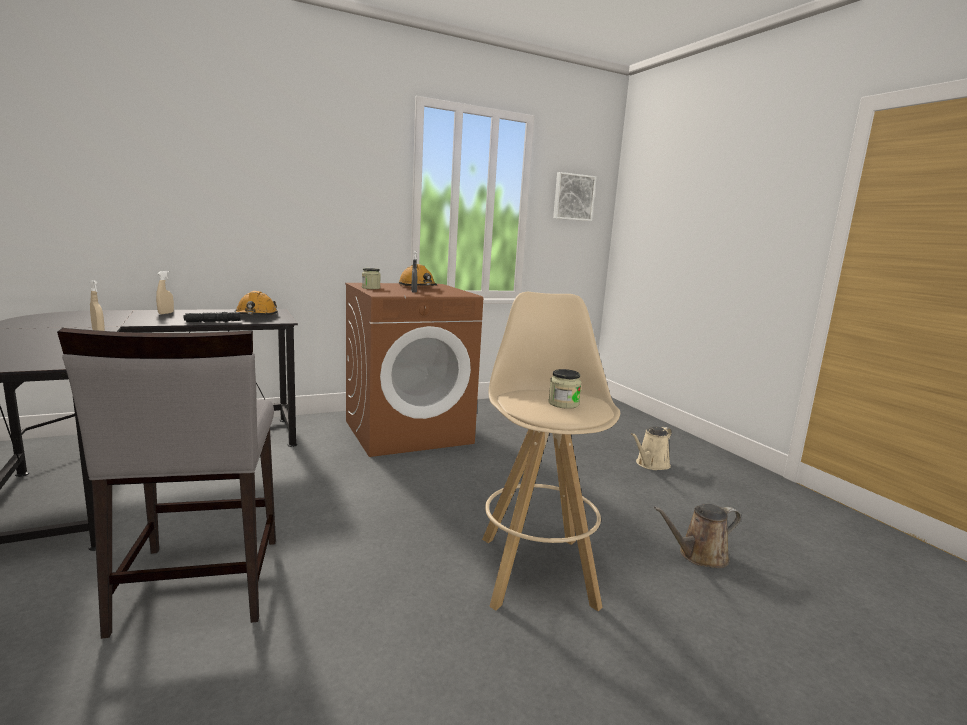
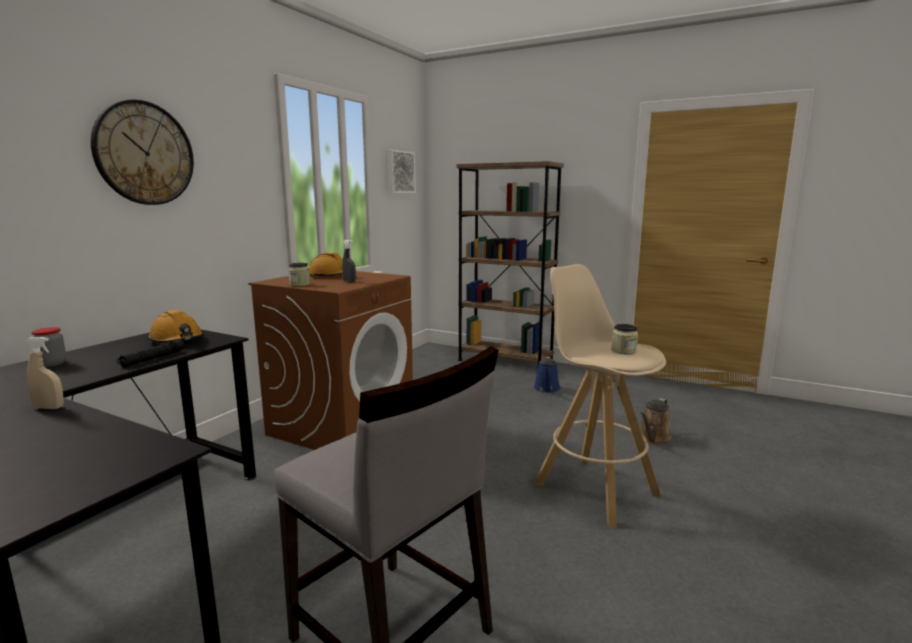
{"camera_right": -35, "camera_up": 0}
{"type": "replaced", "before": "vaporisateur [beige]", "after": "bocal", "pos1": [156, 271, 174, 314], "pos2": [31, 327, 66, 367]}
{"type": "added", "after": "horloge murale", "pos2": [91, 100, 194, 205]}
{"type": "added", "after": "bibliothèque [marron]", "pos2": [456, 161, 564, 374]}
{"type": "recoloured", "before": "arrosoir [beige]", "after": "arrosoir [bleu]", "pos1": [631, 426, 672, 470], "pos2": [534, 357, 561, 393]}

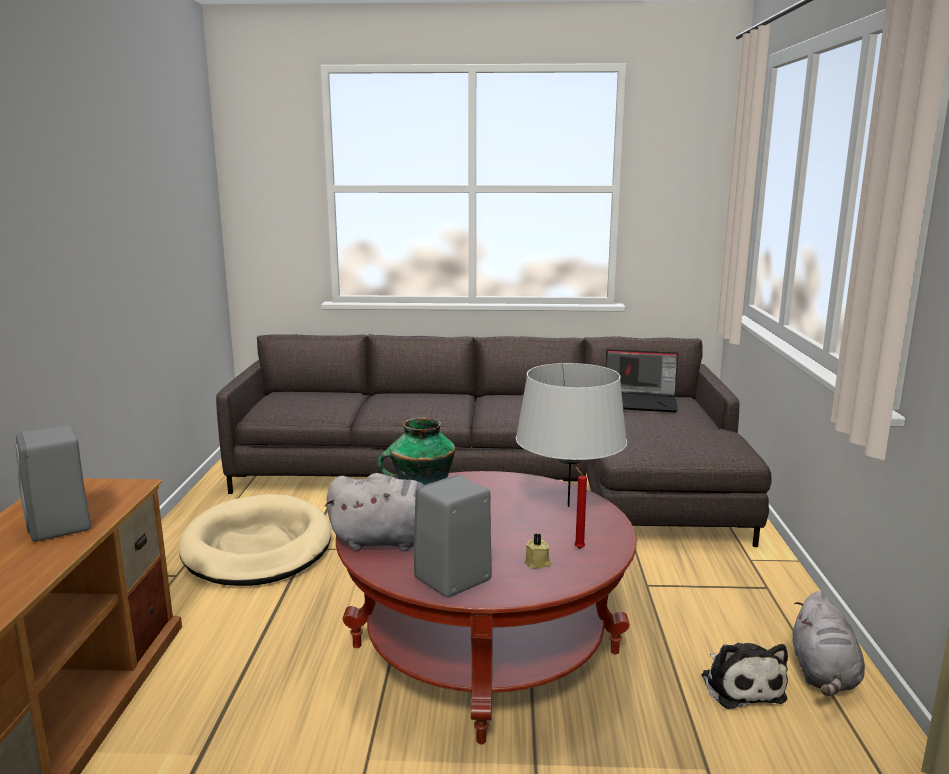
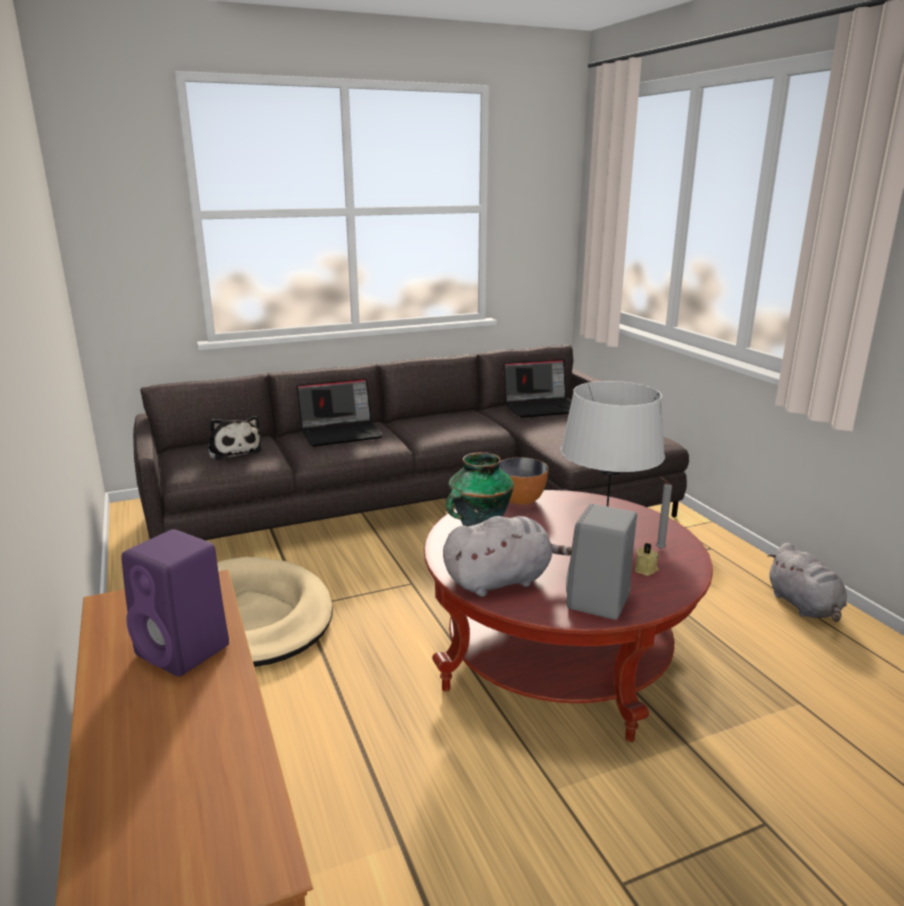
{"camera_right": -25, "camera_up": 5}
{"type": "recoloured", "before": "enceinte [gris]", "after": "enceinte [violet]", "pos1": [16, 425, 91, 542], "pos2": [121, 529, 229, 677]}
{"type": "moved", "before": "peluche", "pos1": [701, 643, 788, 709], "pos2": [207, 416, 262, 461]}
{"type": "added", "after": "ordinateur portable", "pos2": [296, 378, 383, 447]}
{"type": "added", "after": "bol", "pos2": [499, 457, 548, 505]}
{"type": "recoloured", "before": "bougie [rouge]", "after": "bougie [gris]", "pos1": [574, 467, 587, 549], "pos2": [656, 477, 672, 549]}

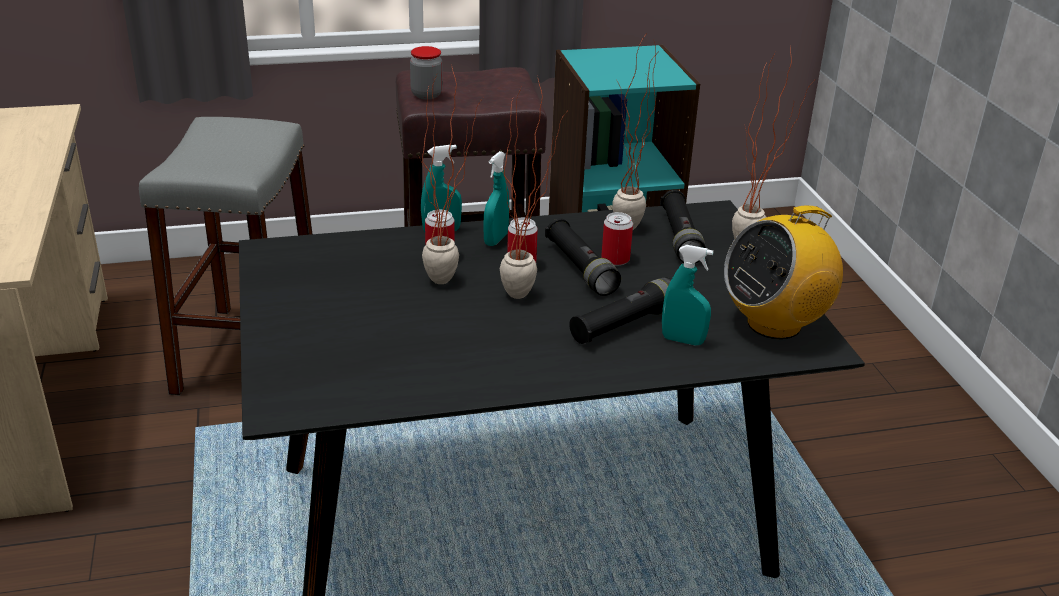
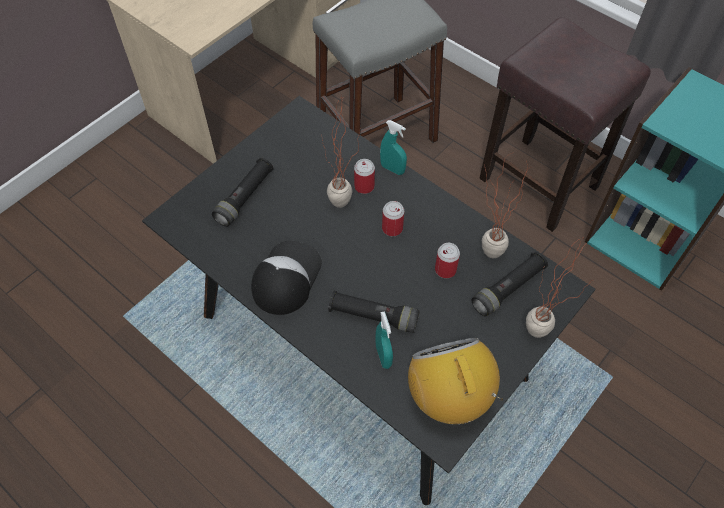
{"camera_right": 55, "camera_up": 25}
{"type": "moved", "before": "lampe de poche [noir]", "pos1": [545, 218, 621, 296], "pos2": [212, 158, 273, 227]}
{"type": "added", "after": "casquette", "pos2": [251, 241, 322, 315]}
{"type": "turned", "before": "radio", "pos1": [724, 205, 843, 339], "pos2": [408, 338, 503, 424], "turn": 45}
{"type": "removed", "before": "bocal", "pos1": [410, 46, 443, 99]}
{"type": "removed", "before": "vaporisateur [turquoise]", "pos1": [483, 151, 509, 246]}
{"type": "removed", "before": "plante en pot", "pos1": [500, 80, 567, 299]}

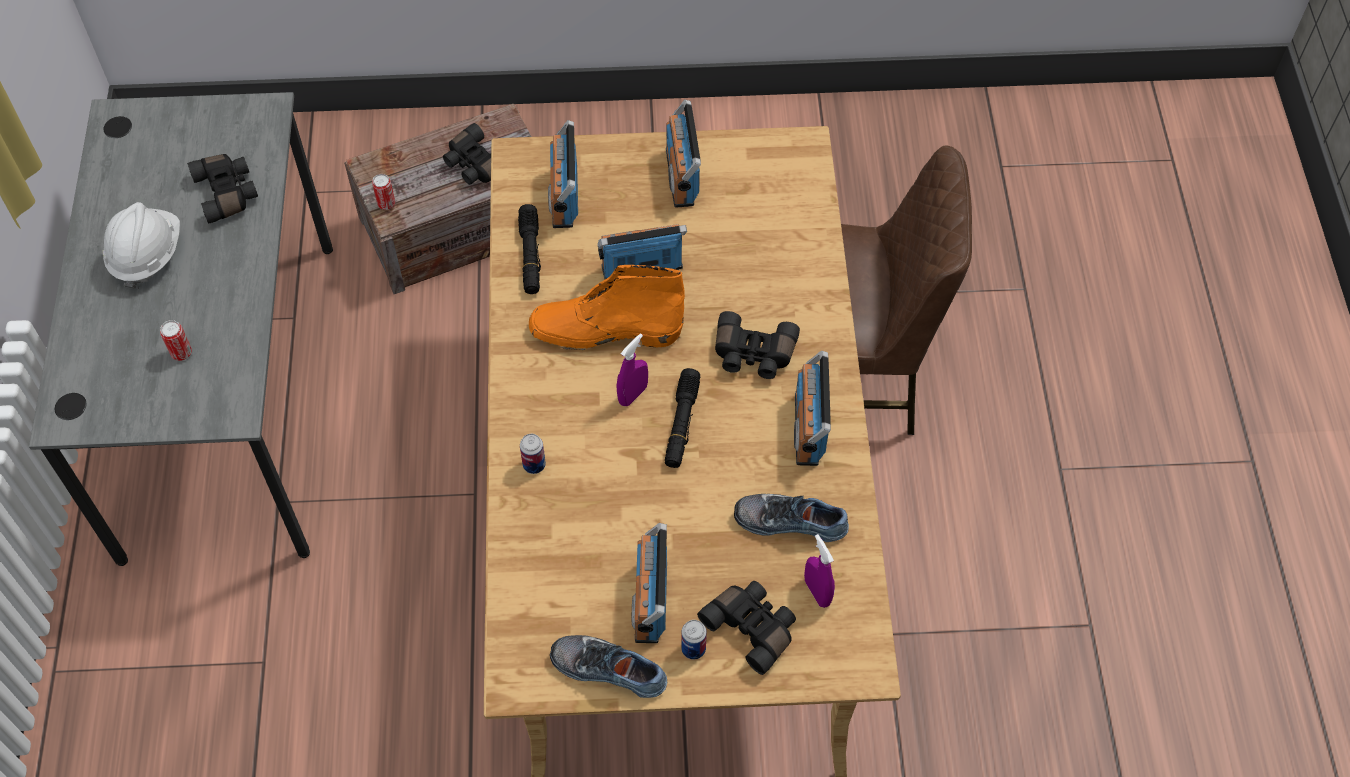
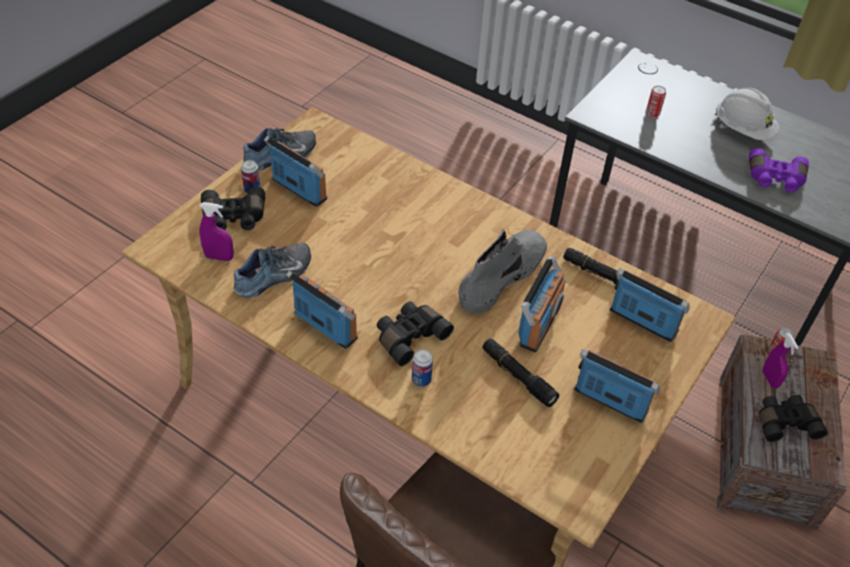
{"camera_right": 125, "camera_up": -10}
{"type": "moved", "before": "boîte métallique", "pos1": [520, 434, 546, 474], "pos2": [412, 349, 433, 387]}
{"type": "recoloured", "before": "botte [orange]", "after": "botte [gris]", "pos1": [529, 265, 685, 350], "pos2": [459, 229, 547, 314]}
{"type": "moved", "before": "lampe de poche [noir]", "pos1": [665, 368, 700, 468], "pos2": [483, 338, 559, 407]}
{"type": "recoloured", "before": "jumelles [noir]", "after": "jumelles [violet]", "pos1": [187, 154, 258, 224], "pos2": [749, 148, 809, 193]}
{"type": "moved", "before": "vaporisateur [violet]", "pos1": [617, 334, 648, 406], "pos2": [763, 333, 798, 389]}

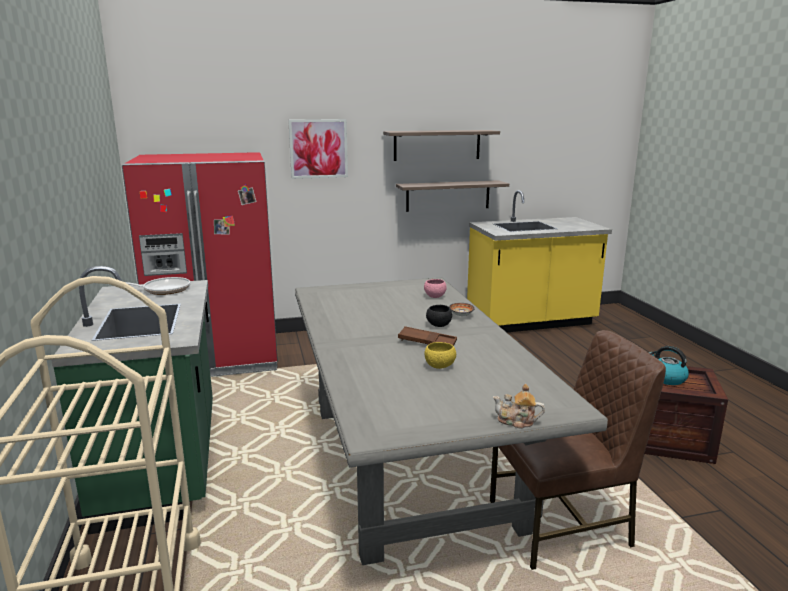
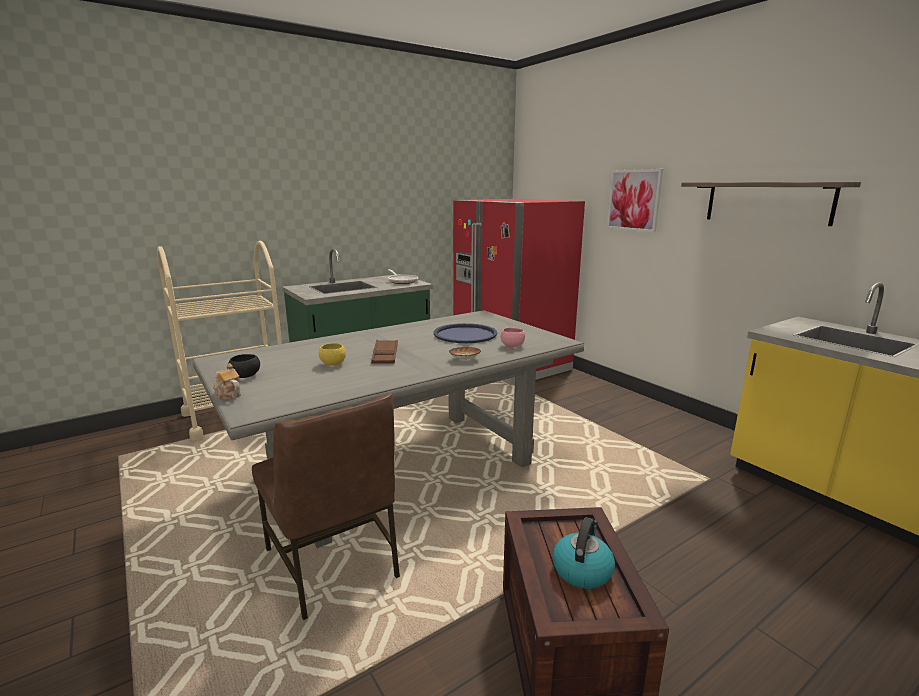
{"camera_right": 70, "camera_up": 0}
{"type": "turned", "before": "théière", "pos1": [493, 384, 545, 429], "pos2": [213, 363, 241, 399], "turn": -45}
{"type": "moved", "before": "bol [noir]", "pos1": [426, 305, 452, 327], "pos2": [228, 354, 260, 378]}
{"type": "added", "after": "plateau [bleu]", "pos2": [434, 323, 497, 343]}
{"type": "removed", "before": "étagère", "pos1": [396, 180, 509, 212]}

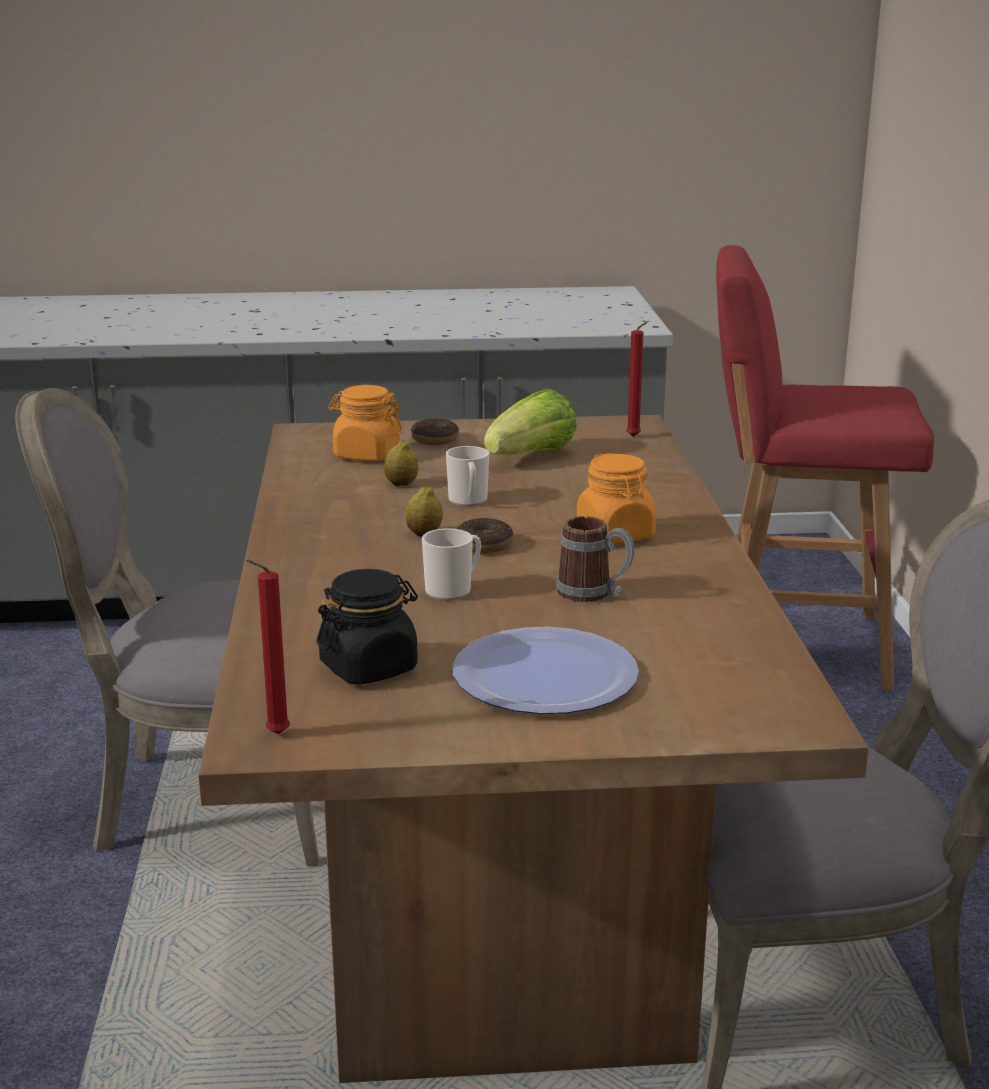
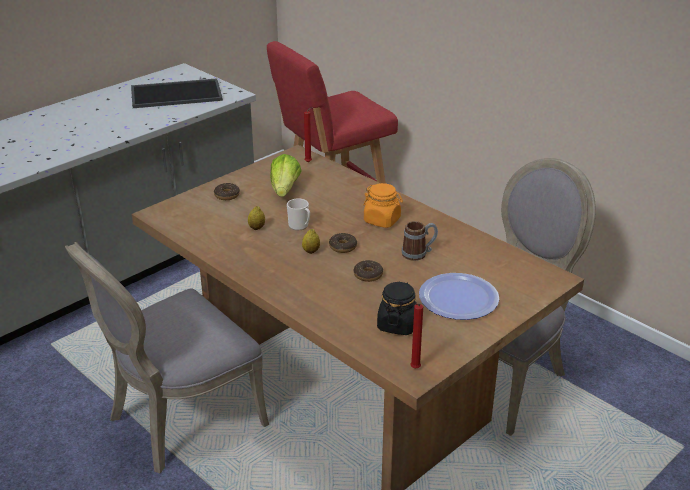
{"camera_right": -40, "camera_up": 10}
{"type": "added", "after": "plateau", "pos2": [131, 78, 223, 108]}
{"type": "replaced", "before": "mug", "after": "beignet", "pos1": [422, 528, 481, 601], "pos2": [354, 260, 383, 282]}
{"type": "removed", "before": "bocal [orange]", "pos1": [328, 385, 403, 461]}

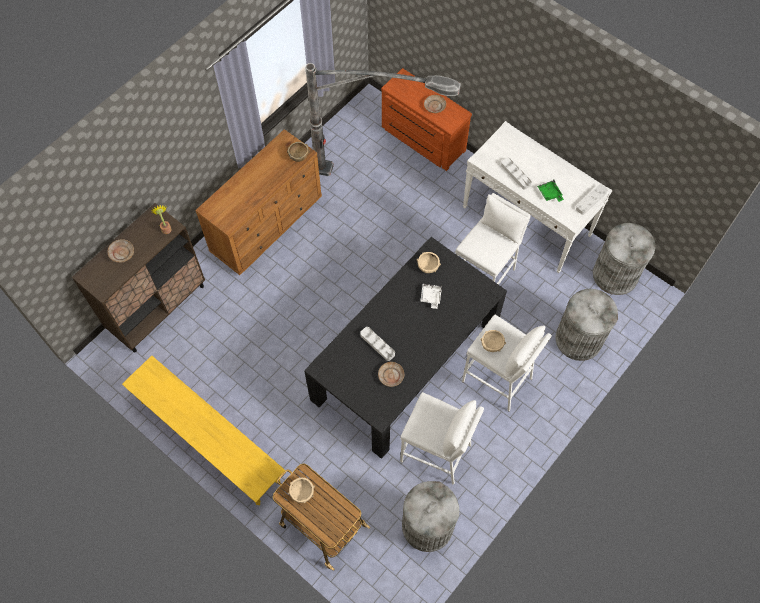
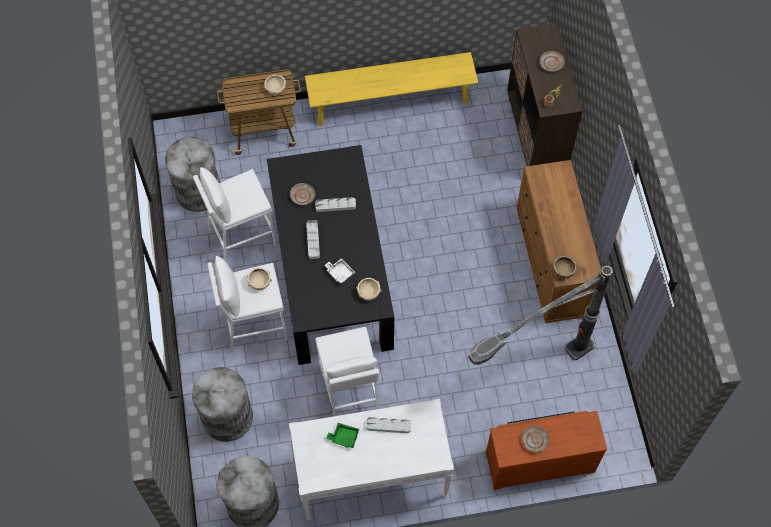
{"camera_right": 130, "camera_up": 0}
{"type": "moved", "before": "plateau [gris]", "pos1": [576, 184, 608, 215], "pos2": [306, 220, 320, 259]}

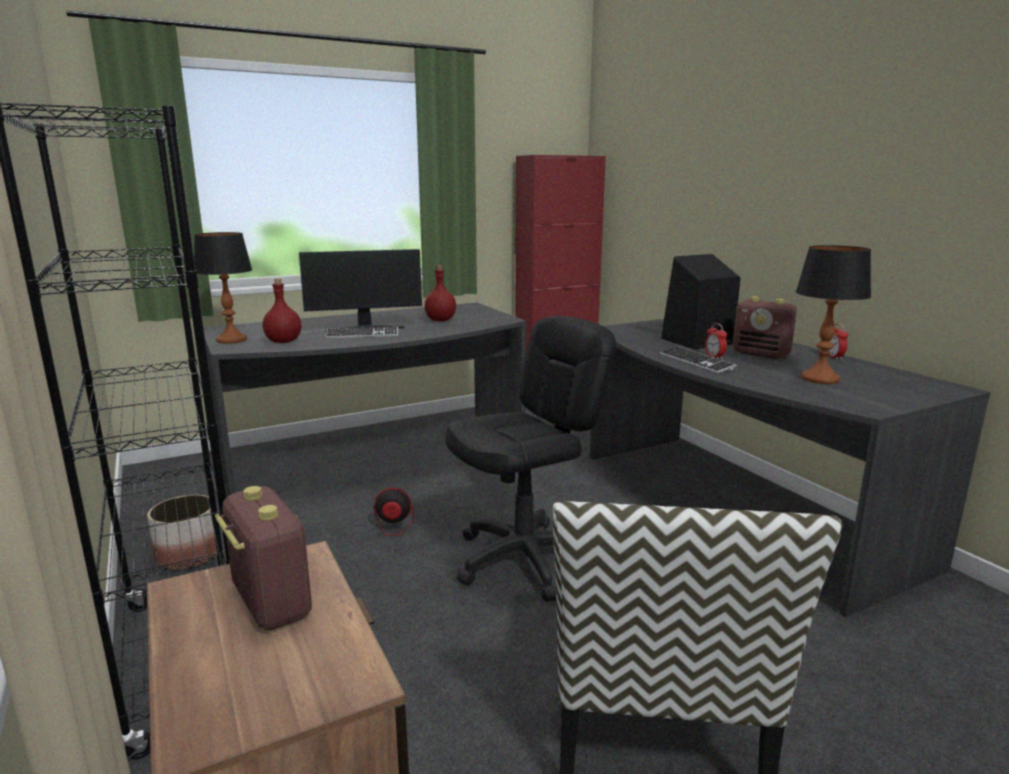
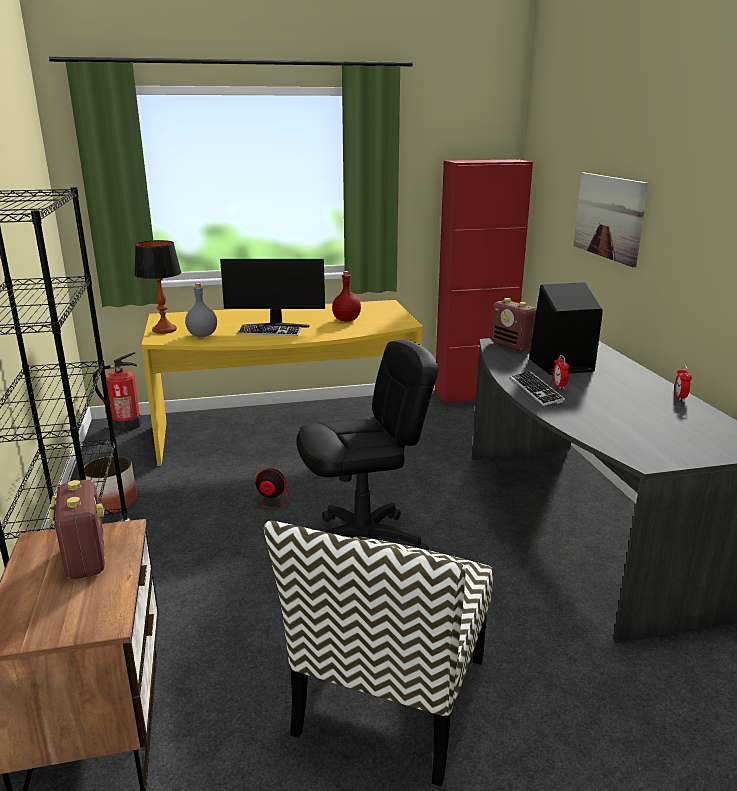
{"camera_right": 15, "camera_up": 5}
{"type": "added", "after": "extincteur", "pos2": [93, 352, 142, 431]}
{"type": "recoloured", "before": "bureau [gris]", "after": "bureau [jaune]", "pos1": [203, 302, 526, 495], "pos2": [141, 300, 423, 466]}
{"type": "recoloured", "before": "bouteille [rouge]", "after": "bouteille [gris]", "pos1": [263, 278, 301, 343], "pos2": [185, 283, 217, 337]}
{"type": "moved", "before": "radio", "pos1": [733, 296, 797, 359], "pos2": [491, 298, 536, 351]}
{"type": "added", "after": "tableau", "pos2": [573, 172, 648, 267]}
{"type": "removed", "before": "lampe de table", "pos1": [796, 245, 871, 384]}

